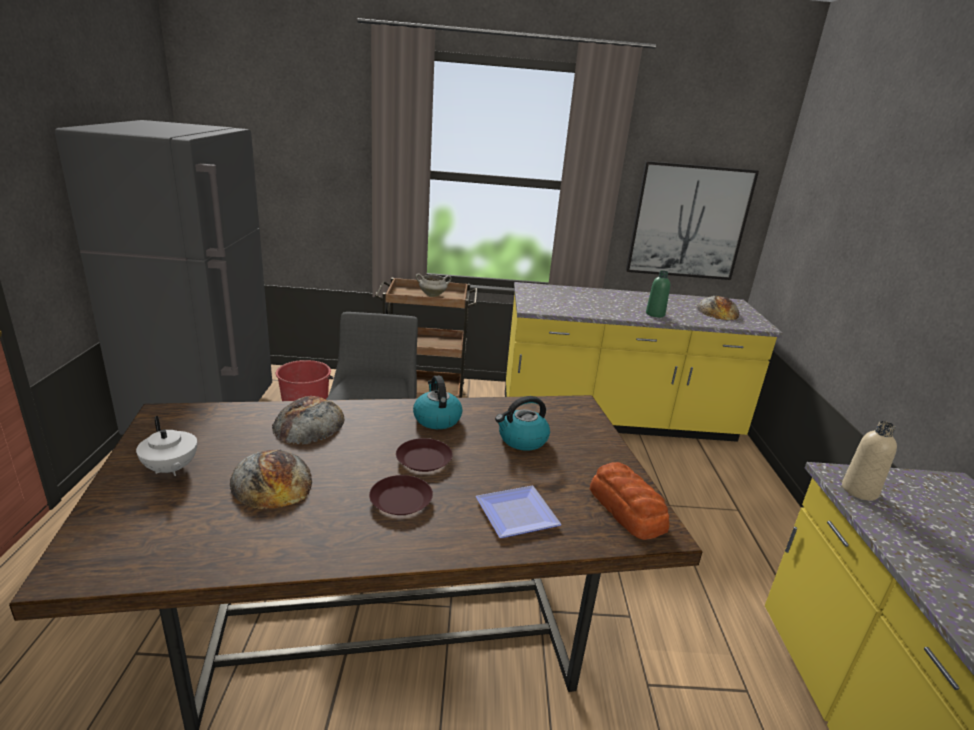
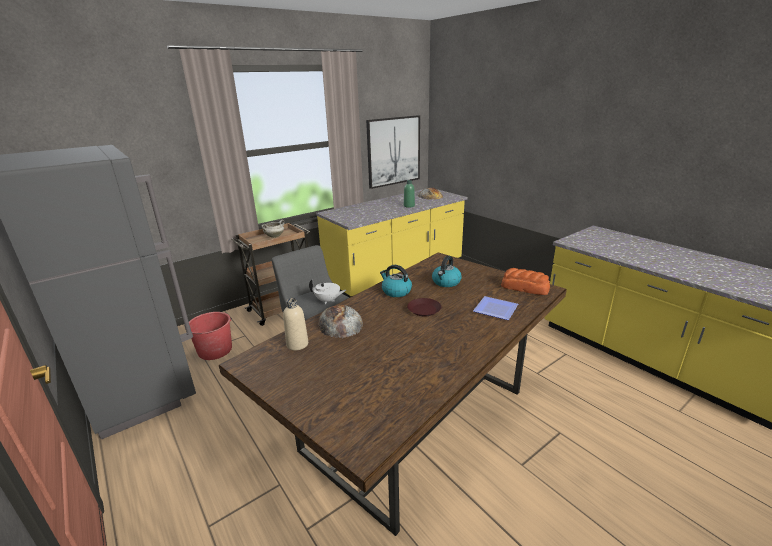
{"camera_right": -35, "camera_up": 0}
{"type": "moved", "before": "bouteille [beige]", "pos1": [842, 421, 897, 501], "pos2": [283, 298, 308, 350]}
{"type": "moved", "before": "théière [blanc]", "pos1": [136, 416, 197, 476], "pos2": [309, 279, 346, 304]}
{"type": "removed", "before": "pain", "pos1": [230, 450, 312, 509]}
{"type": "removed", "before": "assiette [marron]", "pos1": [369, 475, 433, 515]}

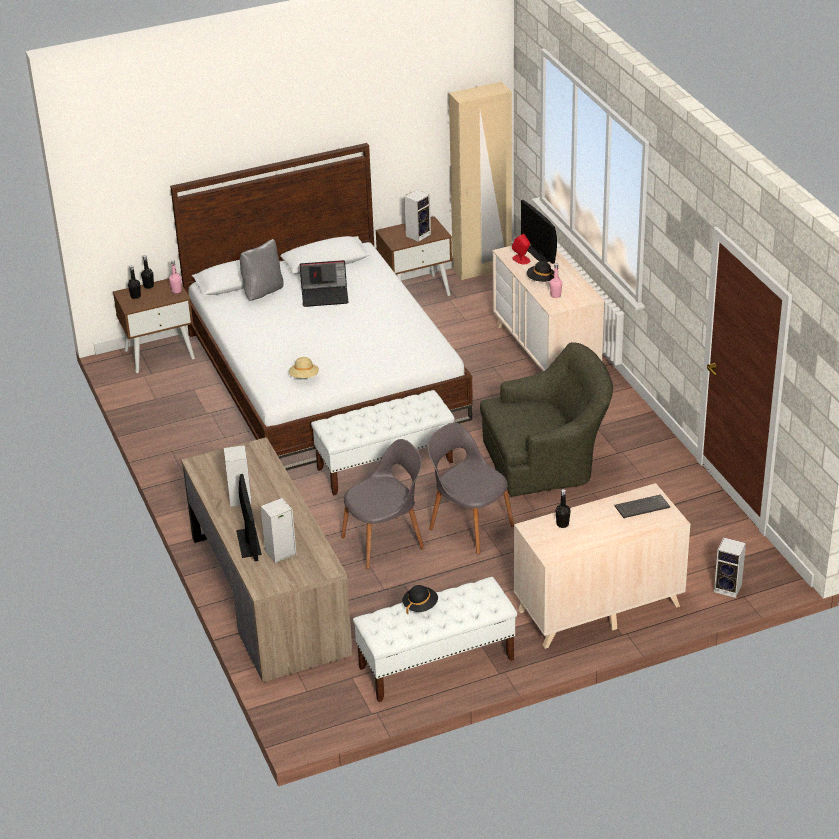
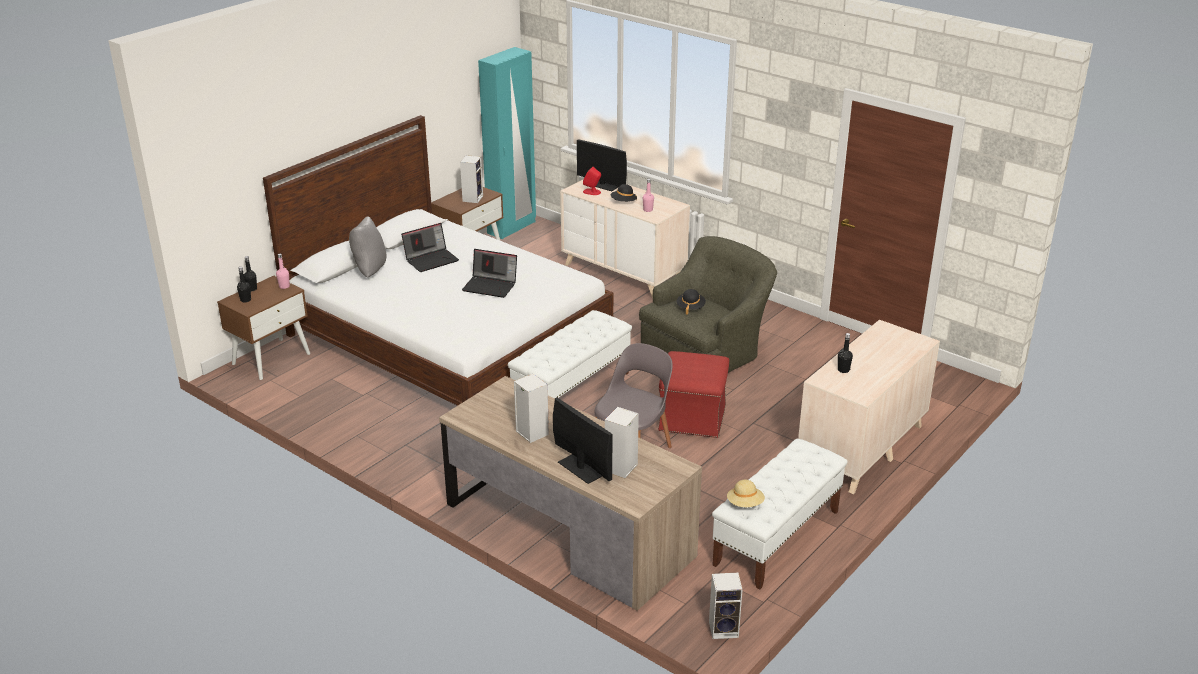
{"camera_right": -30, "camera_up": -5}
{"type": "added", "after": "ordinateur portable", "pos2": [462, 249, 517, 298]}
{"type": "recoloured", "before": "armoire [beige]", "after": "armoire [turquoise]", "pos1": [449, 82, 512, 280], "pos2": [478, 47, 536, 239]}
{"type": "replaced", "before": "chaise [gris]", "after": "pouf [rouge]", "pos1": [428, 423, 514, 554], "pos2": [658, 351, 729, 438]}
{"type": "moved", "before": "chapeau [noir]", "pos1": [402, 585, 438, 614], "pos2": [677, 289, 706, 315]}
{"type": "moved", "before": "enceinte", "pos1": [714, 538, 746, 598], "pos2": [709, 573, 743, 639]}
{"type": "moved", "before": "chapeau [beige]", "pos1": [289, 357, 319, 378], "pos2": [727, 480, 765, 507]}
{"type": "removed", "before": "clavier", "pos1": [615, 494, 670, 518]}

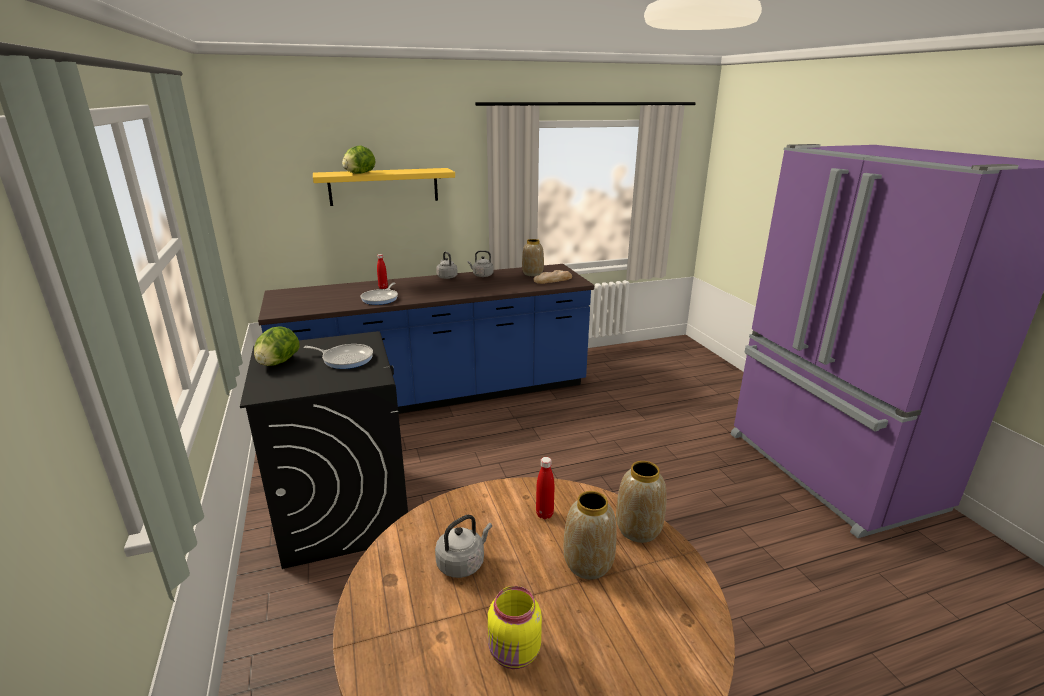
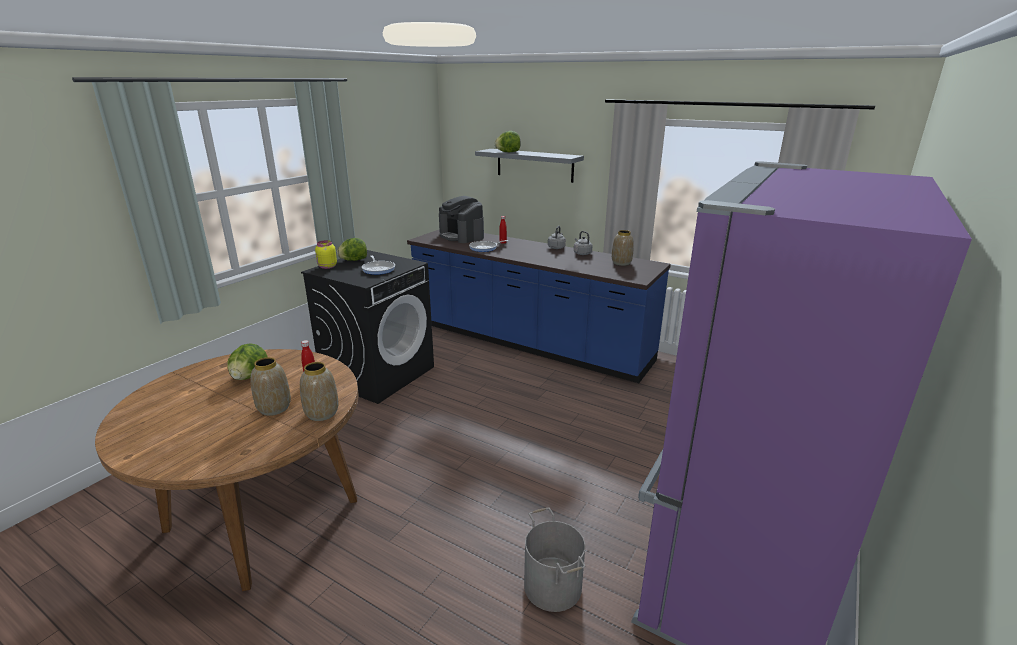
{"camera_right": 50, "camera_up": 0}
{"type": "replaced", "before": "bouilloire [gris]", "after": "laitue", "pos1": [435, 515, 492, 578], "pos2": [227, 343, 268, 380]}
{"type": "moved", "before": "bocal [jaune]", "pos1": [488, 586, 542, 669], "pos2": [315, 240, 337, 269]}
{"type": "added", "after": "machine à café", "pos2": [439, 196, 484, 243]}
{"type": "recoloured", "before": "étagère [jaune]", "after": "étagère [gris]", "pos1": [313, 168, 455, 206], "pos2": [475, 149, 584, 183]}
{"type": "added", "after": "seau [gris]", "pos2": [524, 507, 585, 612]}
{"type": "removed", "before": "pain", "pos1": [533, 270, 572, 284]}

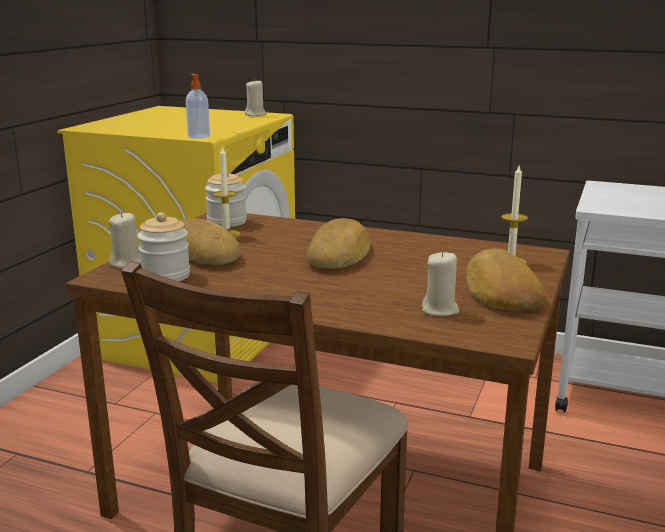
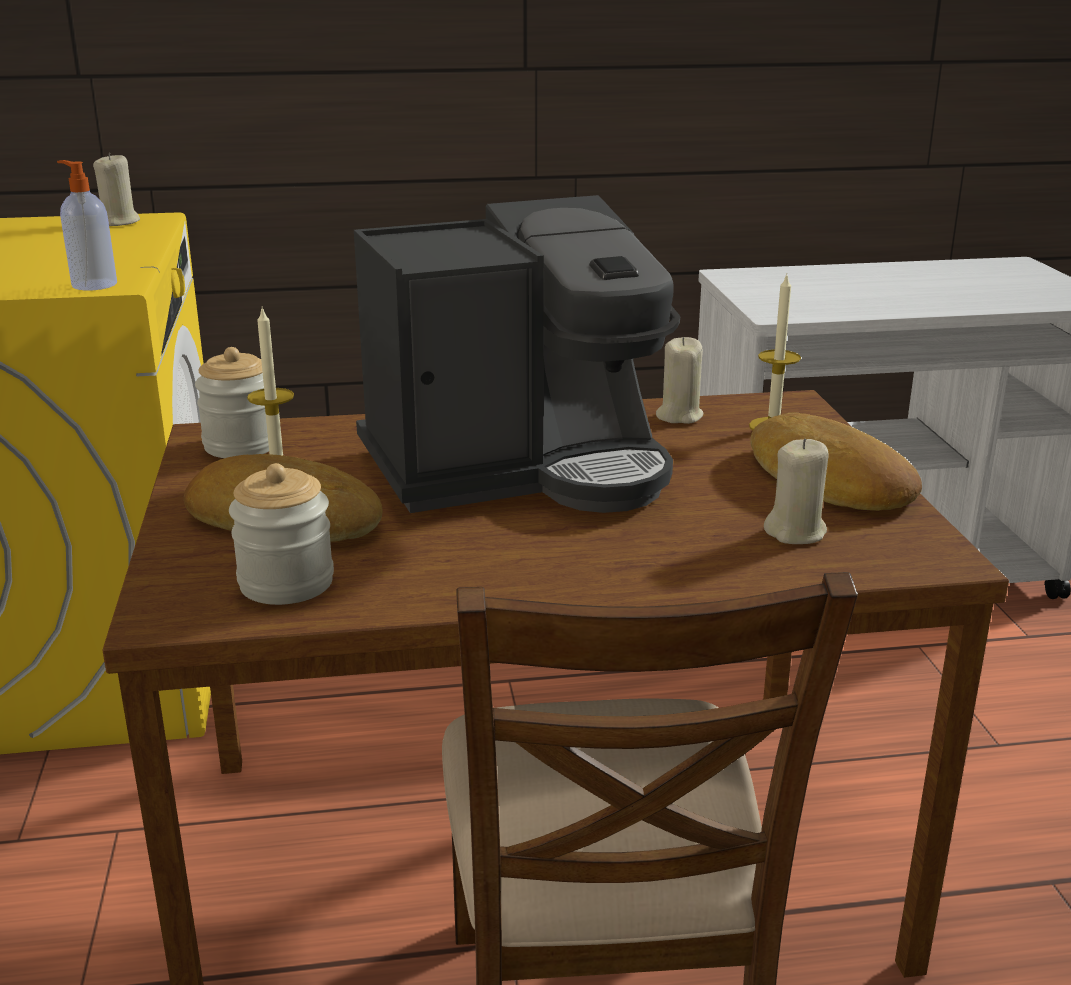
{"camera_right": -30, "camera_up": 5}
{"type": "replaced", "before": "pain", "after": "machine à café", "pos1": [306, 218, 370, 268], "pos2": [354, 195, 680, 513]}
{"type": "moved", "before": "bougie [beige]", "pos1": [109, 212, 140, 269], "pos2": [656, 337, 703, 424]}

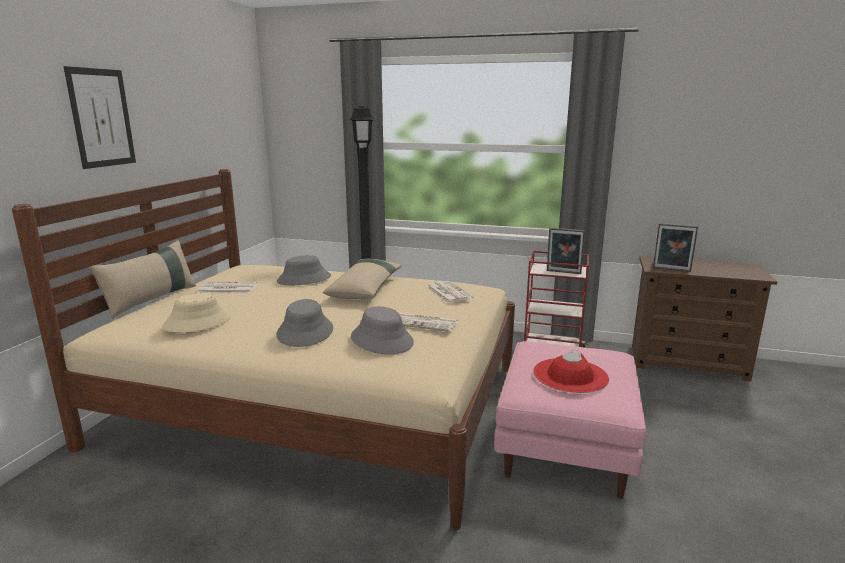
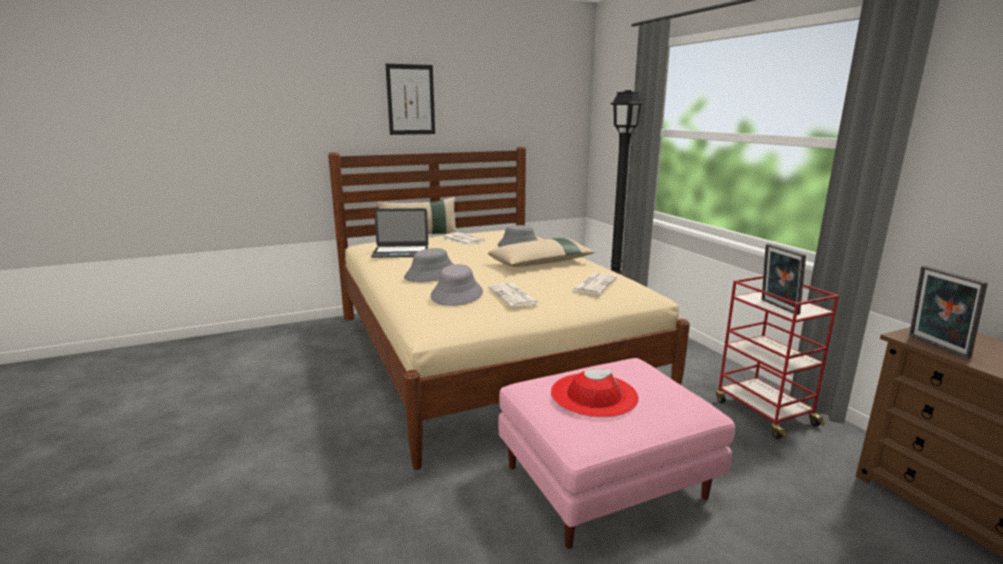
{"camera_right": 50, "camera_up": 0}
{"type": "replaced", "before": "chapeau [beige]", "after": "ordinateur portable", "pos1": [162, 293, 230, 333], "pos2": [371, 208, 428, 258]}

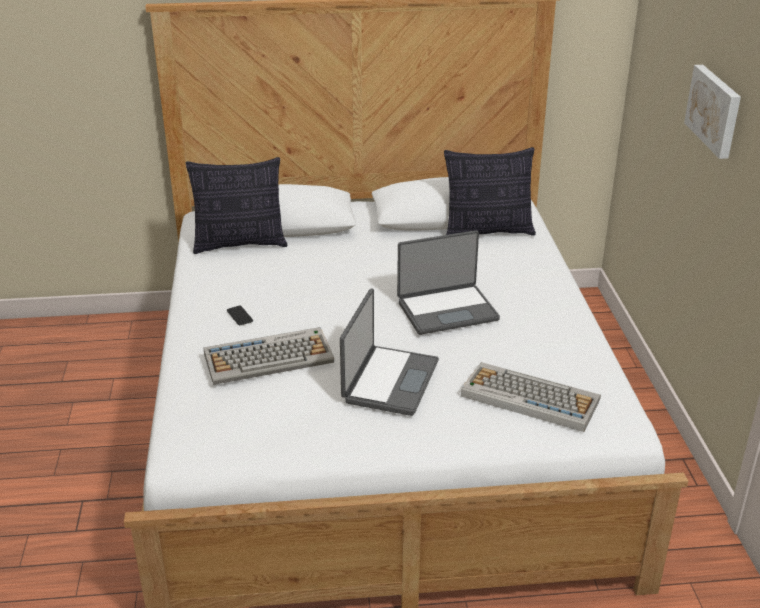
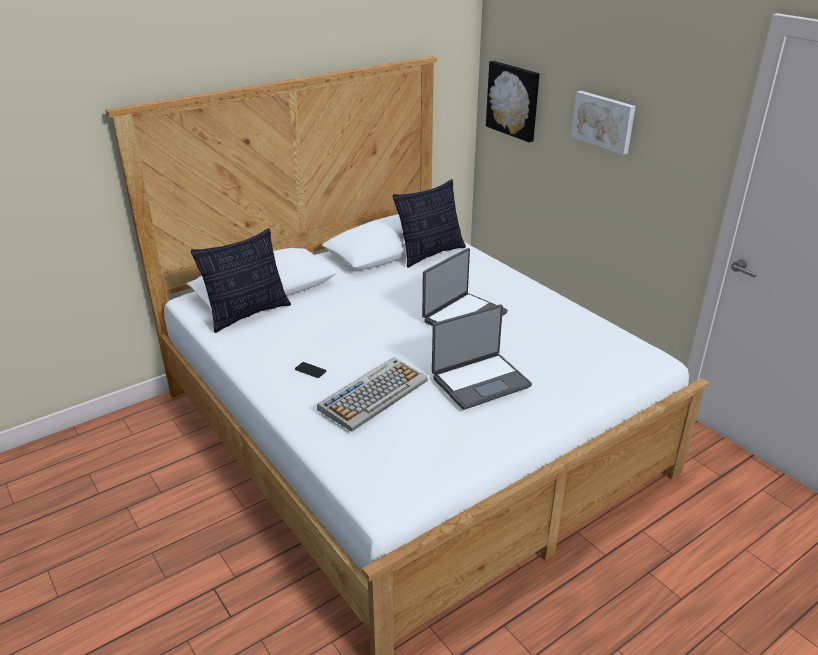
{"camera_right": -30, "camera_up": 0}
{"type": "turned", "before": "ordinateur portable", "pos1": [340, 289, 439, 416], "pos2": [432, 304, 532, 410], "turn": 75}
{"type": "added", "after": "tableau", "pos2": [486, 61, 540, 142]}
{"type": "removed", "before": "clavier", "pos1": [461, 362, 601, 432]}

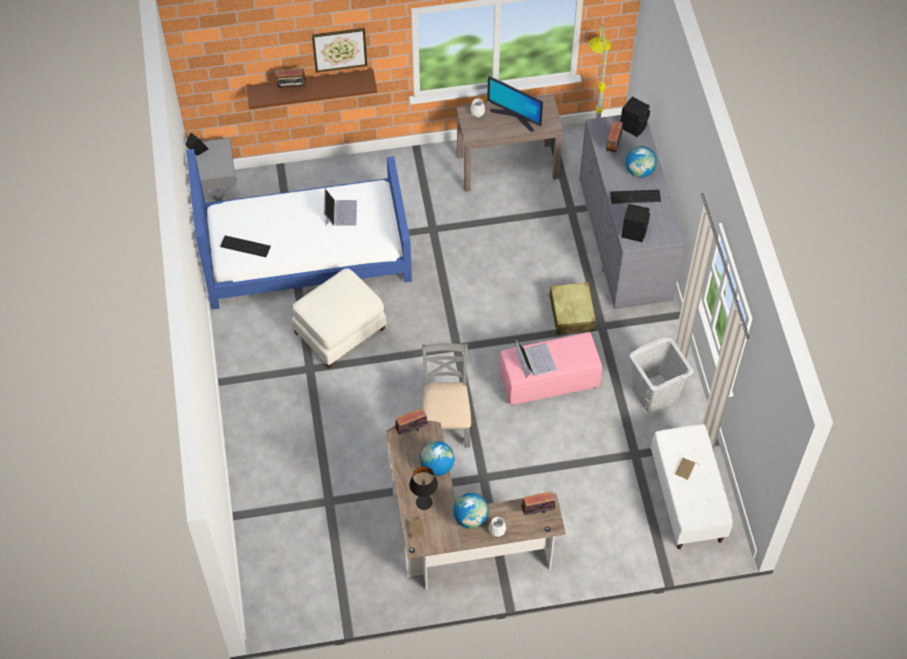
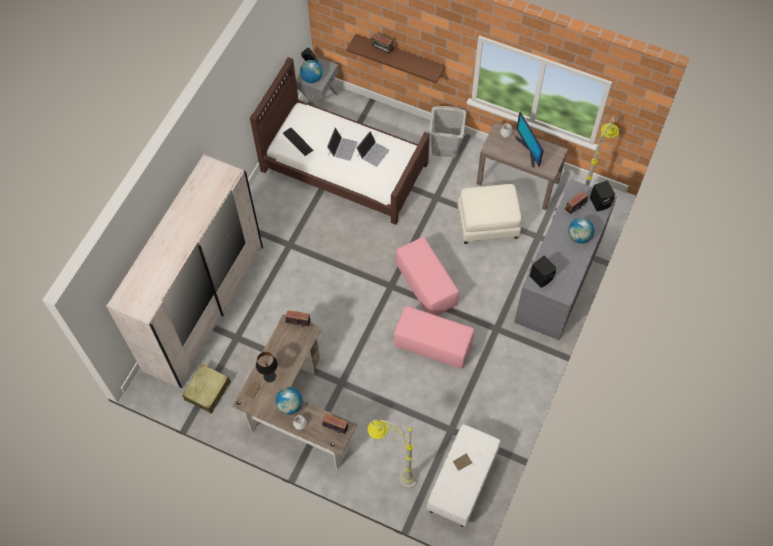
{"camera_right": 35, "camera_up": 5}
{"type": "added", "after": "armoire [blanc]", "pos2": [106, 154, 263, 388]}
{"type": "moved", "before": "valise [beige]", "pos1": [549, 282, 596, 334], "pos2": [182, 363, 231, 414]}
{"type": "recoloured", "before": "lit [bleu]", "after": "lit [marron]", "pos1": [186, 149, 412, 309], "pos2": [250, 57, 430, 225]}
{"type": "moved", "before": "globe", "pos1": [420, 441, 454, 476], "pos2": [300, 60, 323, 83]}
{"type": "moved", "before": "ordinateur portable", "pos1": [516, 339, 557, 378], "pos2": [327, 128, 358, 161]}
{"type": "added", "after": "lampadaire [gris]", "pos2": [368, 419, 417, 489]}
{"type": "added", "after": "pouf [rose]", "pos2": [396, 237, 459, 315]}
{"type": "moved", "before": "panier à linge [gris]", "pos1": [629, 337, 694, 413], "pos2": [429, 106, 466, 158]}
{"type": "moved", "before": "pouf [blanc]", "pos1": [292, 268, 387, 368], "pos2": [457, 184, 521, 244]}
{"type": "removed", "before": "tableau", "pos1": [312, 28, 367, 73]}
{"type": "removed", "before": "chaise [gris]", "pos1": [421, 343, 471, 447]}
{"type": "removed", "before": "clavier", "pos1": [610, 190, 661, 204]}

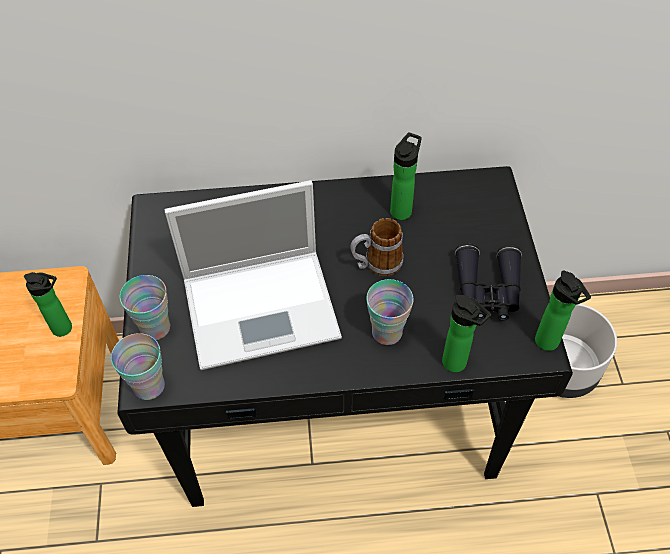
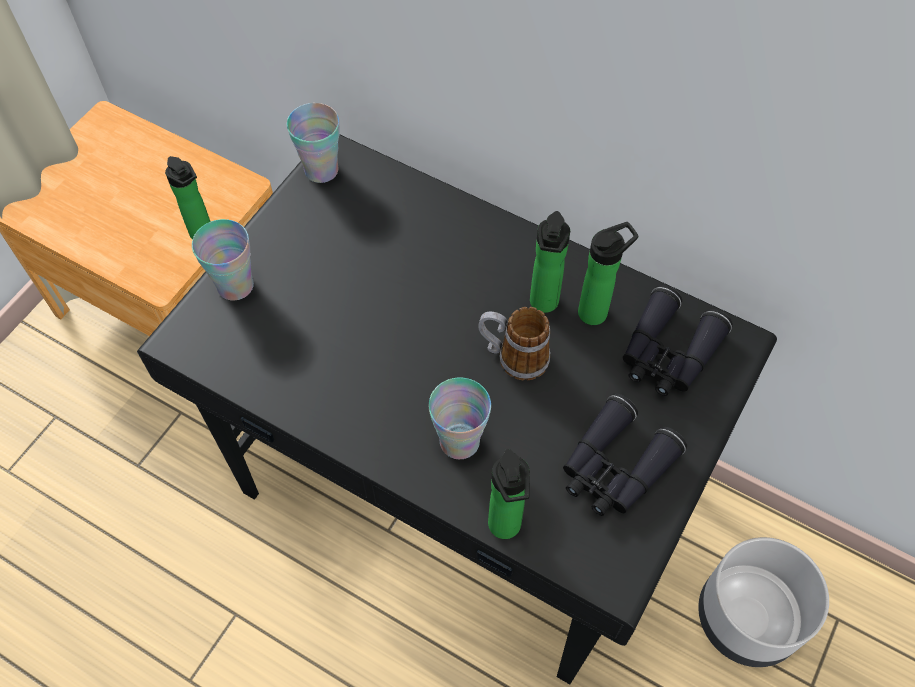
{"camera_right": 35, "camera_up": 5}
{"type": "moved", "before": "tasse", "pos1": [111, 333, 165, 400], "pos2": [287, 103, 339, 183]}
{"type": "moved", "before": "bouteille", "pos1": [535, 270, 591, 351], "pos2": [530, 211, 570, 313]}
{"type": "added", "after": "jumelles [noir]", "pos2": [622, 285, 733, 396]}
{"type": "removed", "before": "ordinateur portable", "pos1": [165, 180, 342, 370]}

